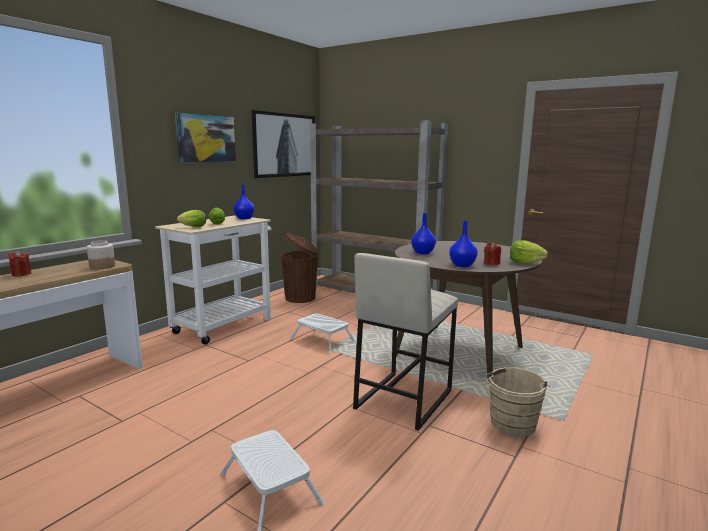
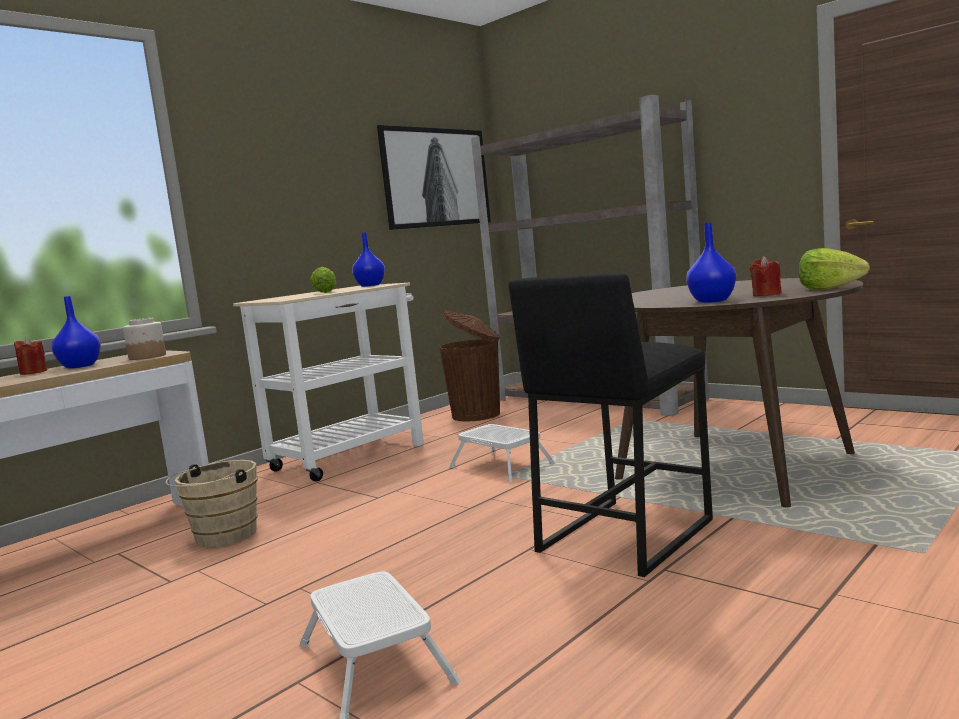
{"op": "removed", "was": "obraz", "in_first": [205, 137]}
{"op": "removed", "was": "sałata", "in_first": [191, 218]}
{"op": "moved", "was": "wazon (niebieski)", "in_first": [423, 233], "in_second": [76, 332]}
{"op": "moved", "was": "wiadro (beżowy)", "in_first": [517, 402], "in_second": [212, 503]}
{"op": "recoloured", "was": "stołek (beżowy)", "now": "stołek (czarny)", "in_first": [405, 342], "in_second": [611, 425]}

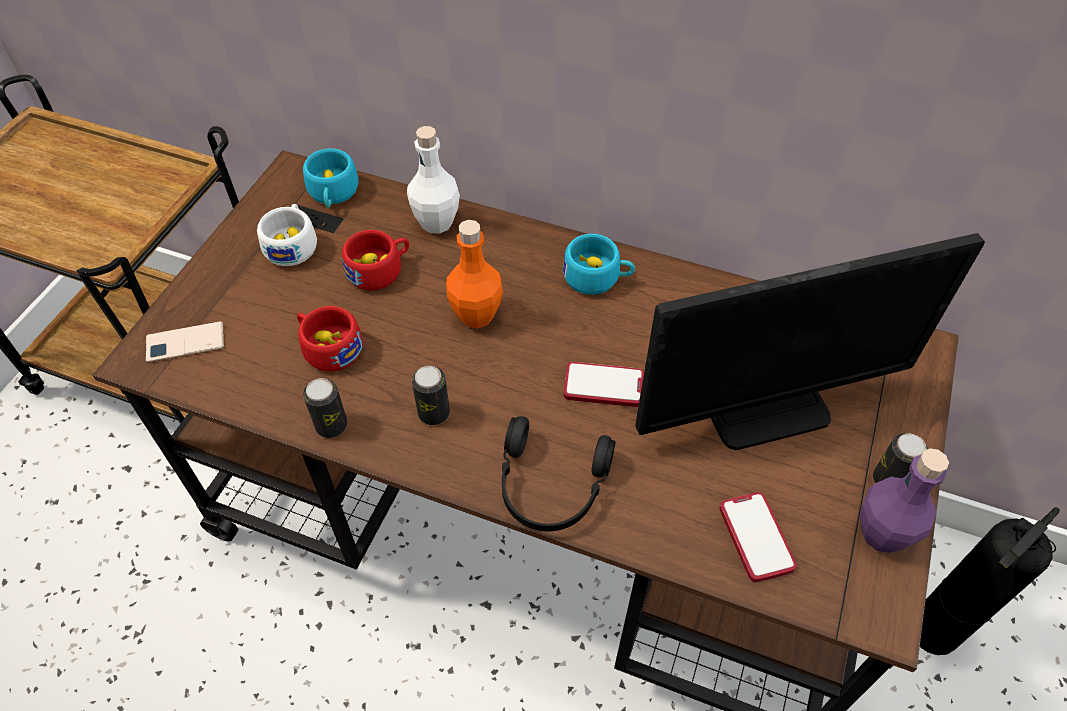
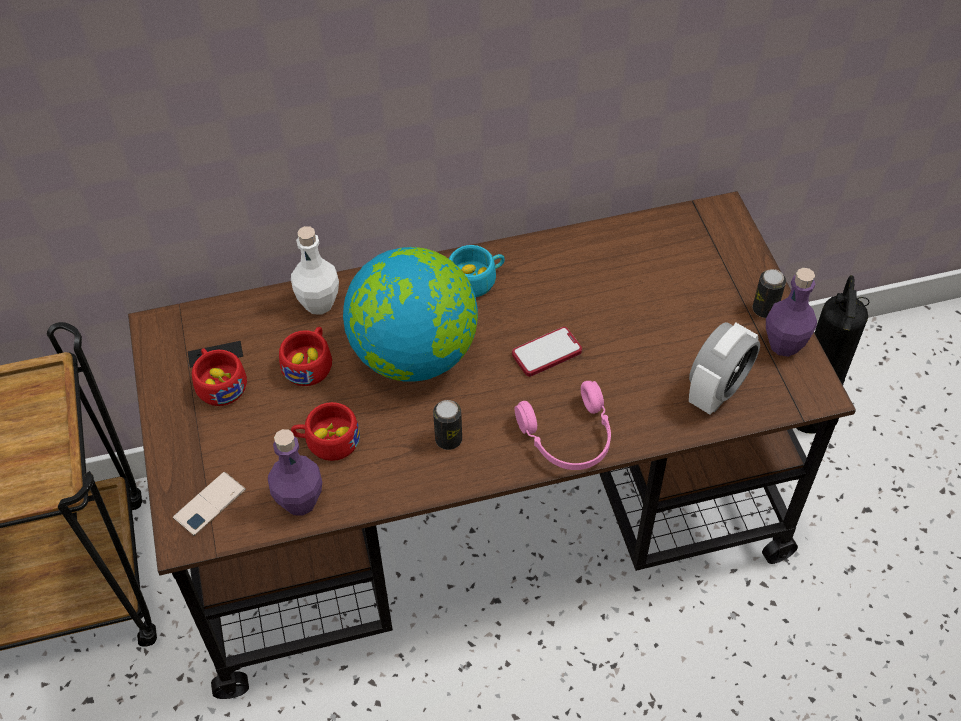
{"op": "removed", "was": "filiżanka (turkusowy)", "in_first": [331, 178]}
{"op": "removed", "was": "puszka", "in_first": [325, 408]}
{"op": "removed", "was": "monitor", "in_first": [810, 341]}
{"op": "added", "now": "butelka (fioletowy)", "in_second": [295, 472]}
{"op": "replaced", "was": "butelka (pomarańczowy)", "now": "globus", "in_first": [474, 274], "in_second": [410, 314]}
{"op": "replaced", "was": "telefon", "now": "budzik", "in_first": [758, 537], "in_second": [724, 368]}
{"op": "recoloured", "was": "filiżanka (biały)", "now": "filiżanka (czerwony)", "in_first": [287, 235], "in_second": [219, 377]}
{"op": "recoloured", "was": "słuchawki (czarny)", "now": "słuchawki (różowy)", "in_first": [559, 474], "in_second": [563, 425]}

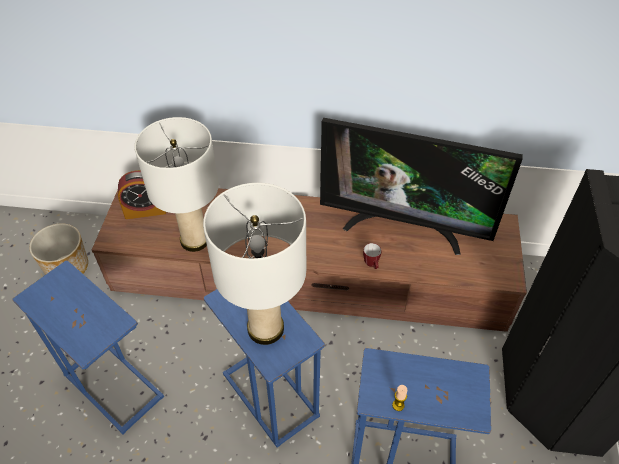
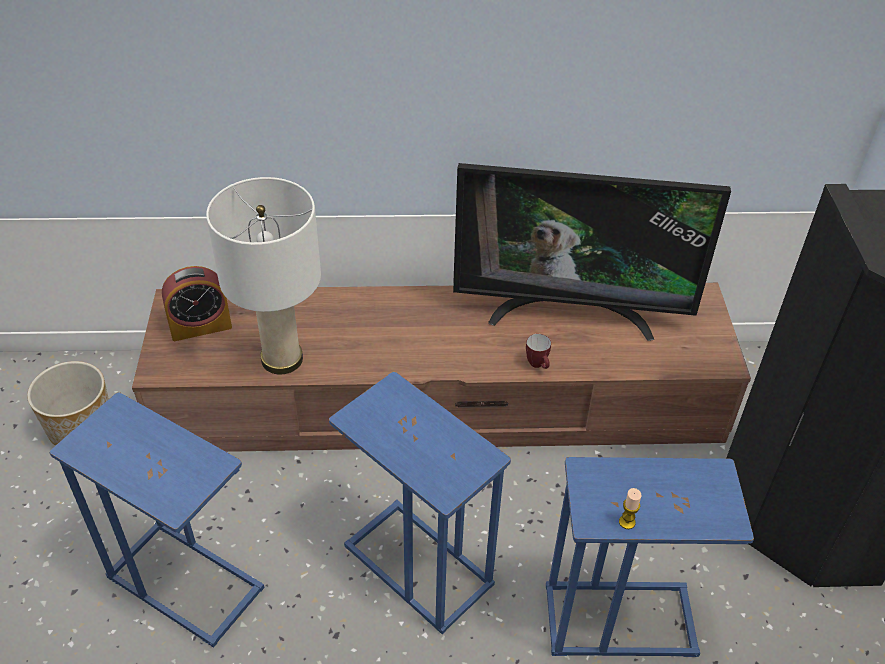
{"op": "removed", "was": "lampa stołowa (biały)", "in_first": [254, 264]}

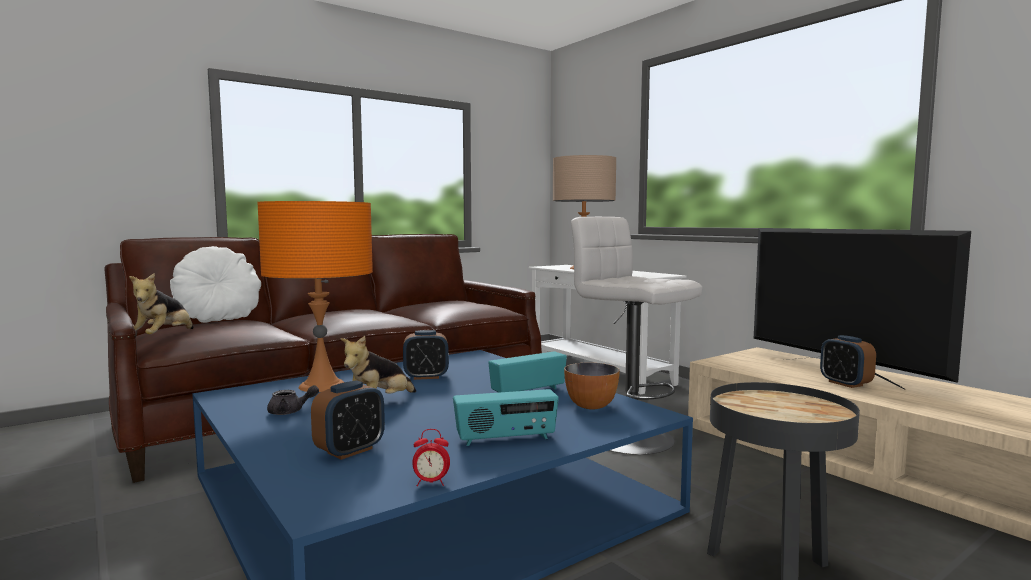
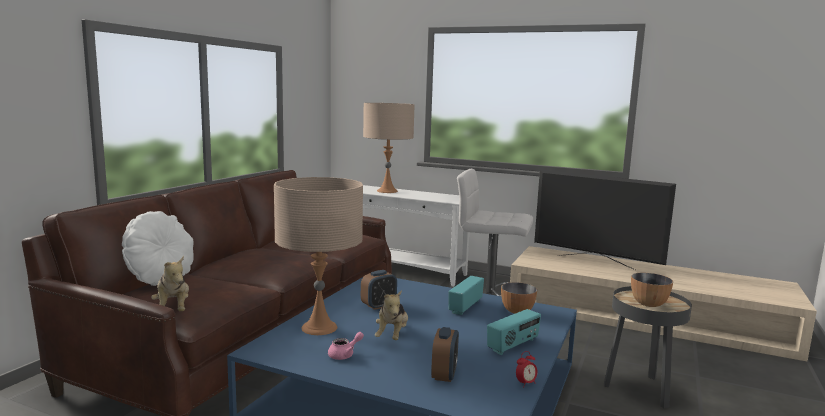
{"op": "removed", "was": "budzik", "in_first": [848, 361]}
{"op": "added", "now": "miska", "in_second": [652, 290]}
{"op": "recoloured", "was": "lampa stołowa (pomarańczowy)", "now": "lampa stołowa (beżowy)", "in_first": [315, 296], "in_second": [318, 256]}
{"op": "recoloured", "was": "imbryk (szary)", "now": "imbryk (różowy)", "in_first": [293, 400], "in_second": [346, 346]}

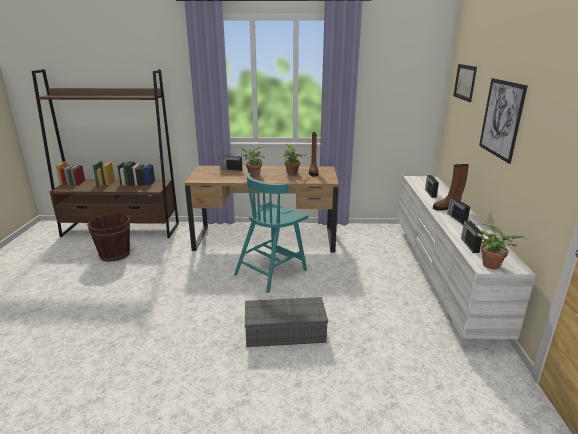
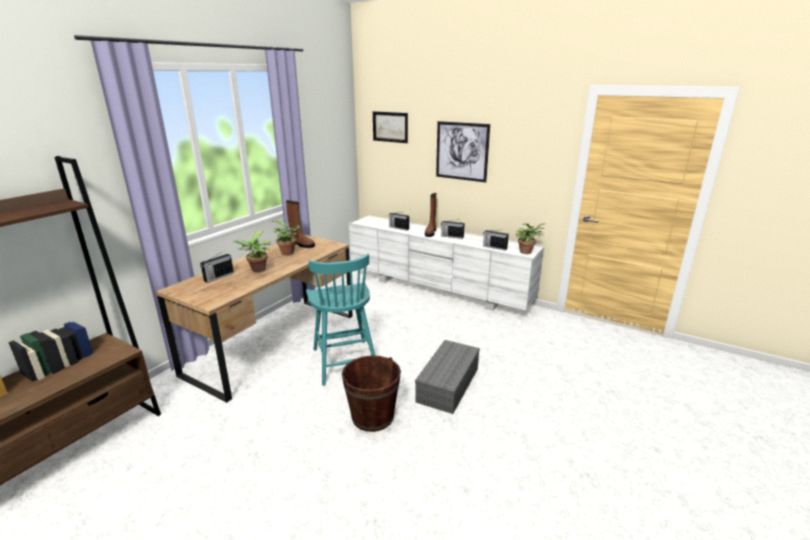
{"op": "moved", "was": "wiadro (brązowy)", "in_first": [108, 238], "in_second": [371, 393]}

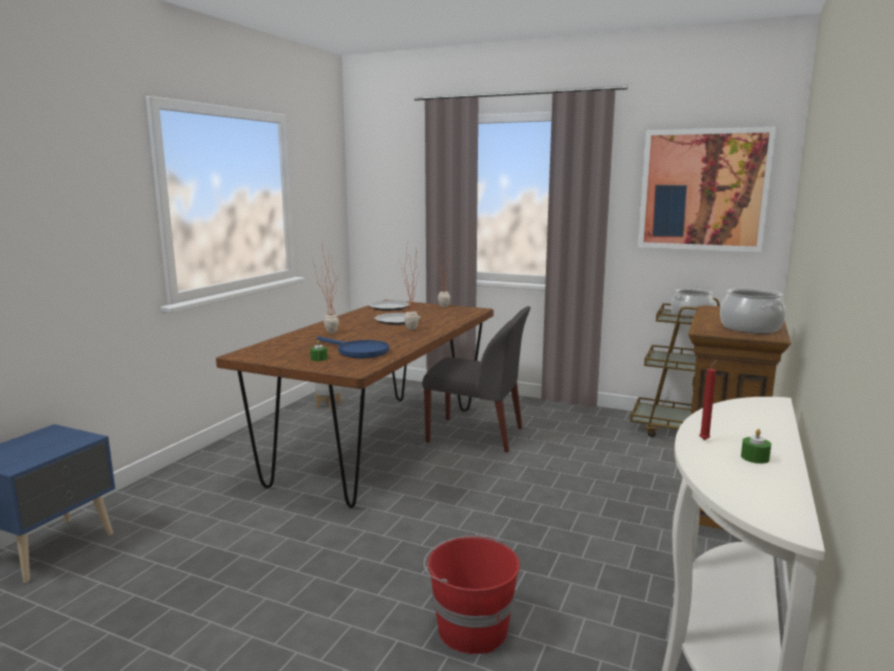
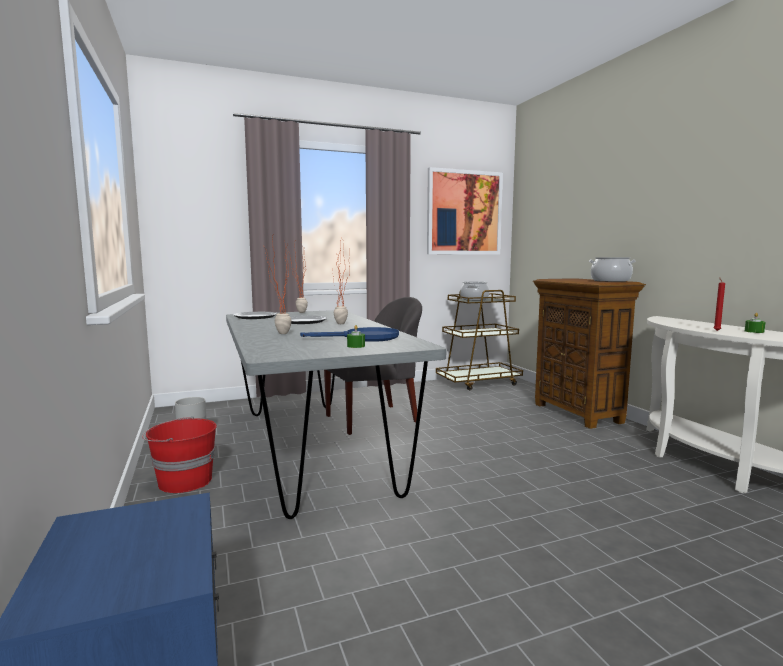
{"op": "moved", "was": "wiadro (czerwony)", "in_first": [472, 594], "in_second": [179, 454]}
{"op": "recoloured", "was": "stół jadalny (brązowy)", "now": "stół jadalny (szary)", "in_first": [354, 404], "in_second": [336, 414]}

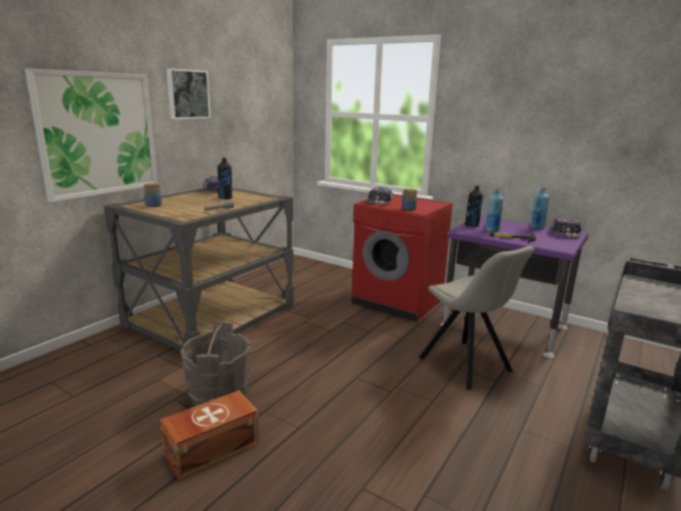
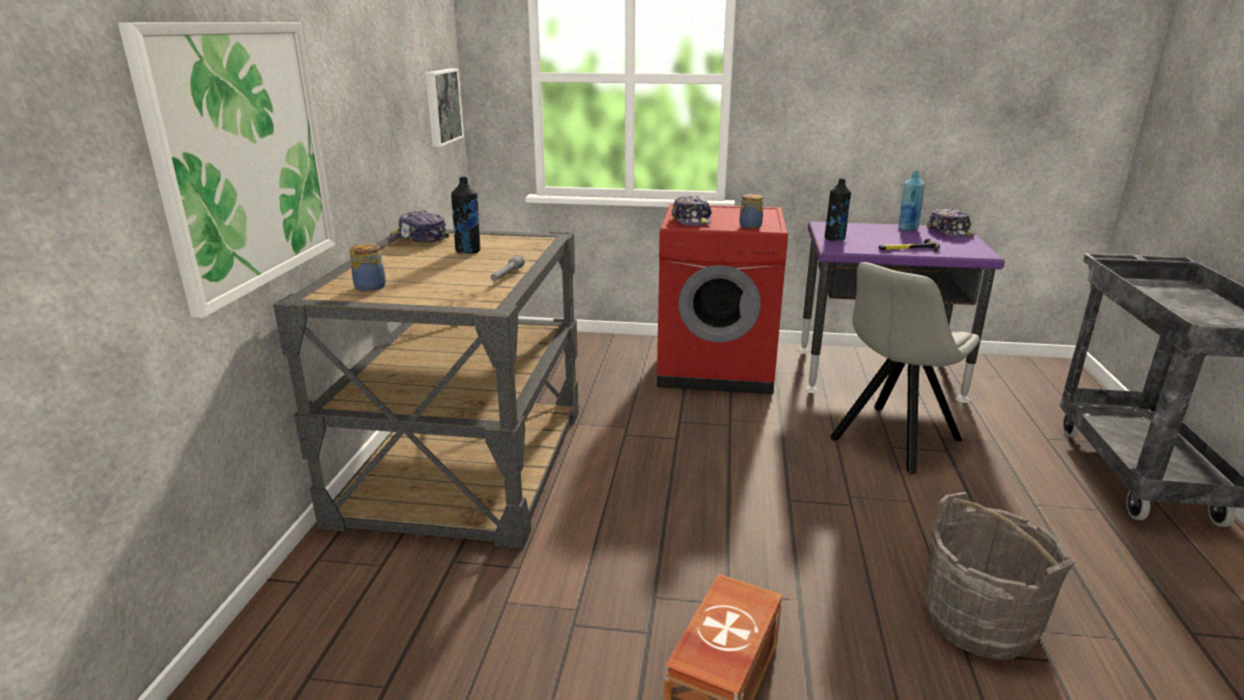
{"op": "removed", "was": "butelka (niebieski)", "in_first": [494, 210]}
{"op": "moved", "was": "obraz", "in_first": [188, 93], "in_second": [444, 107]}
{"op": "moved", "was": "wiadro (szary)", "in_first": [216, 364], "in_second": [1000, 576]}
{"op": "turned", "was": "krzesło (szary)", "in_first": [476, 318], "in_second": [905, 368], "clockwise": 105}

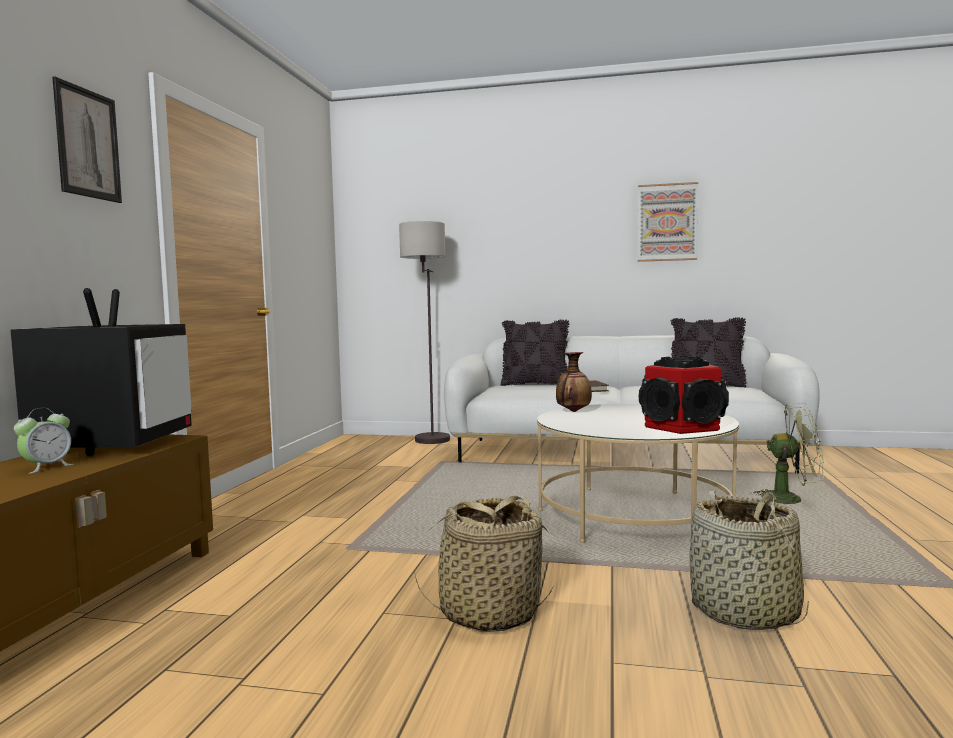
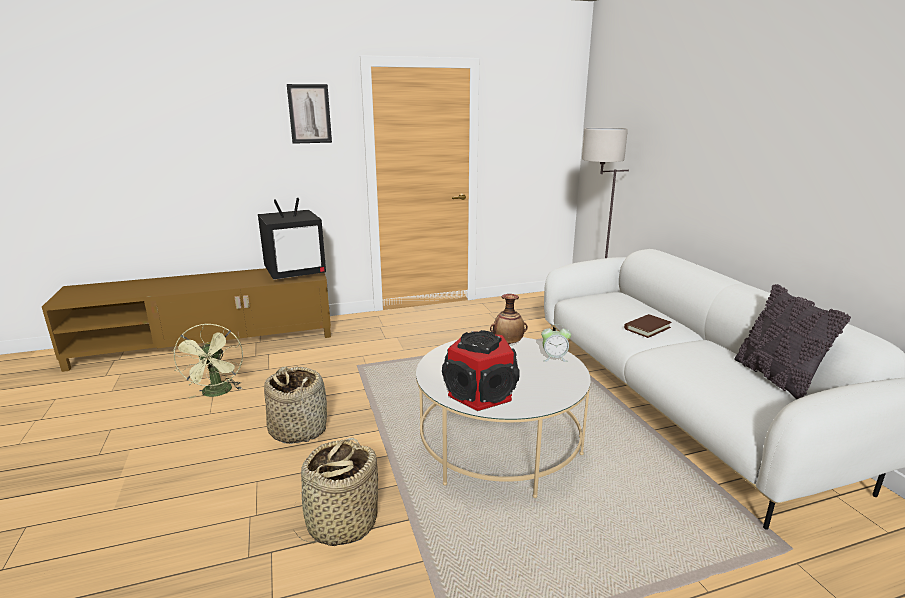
{"op": "removed", "was": "poduszka (czarny)", "in_first": [535, 353]}
{"op": "removed", "was": "obraz", "in_first": [668, 222]}
{"op": "moved", "was": "budzik", "in_first": [44, 441], "in_second": [556, 343]}
{"op": "moved", "was": "wentylator (zielony)", "in_first": [786, 454], "in_second": [207, 361]}

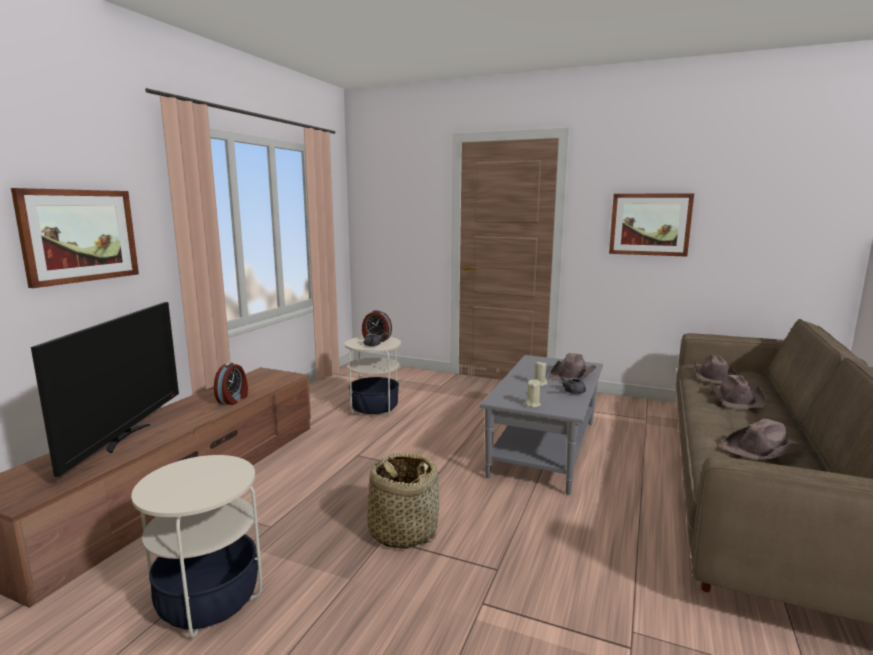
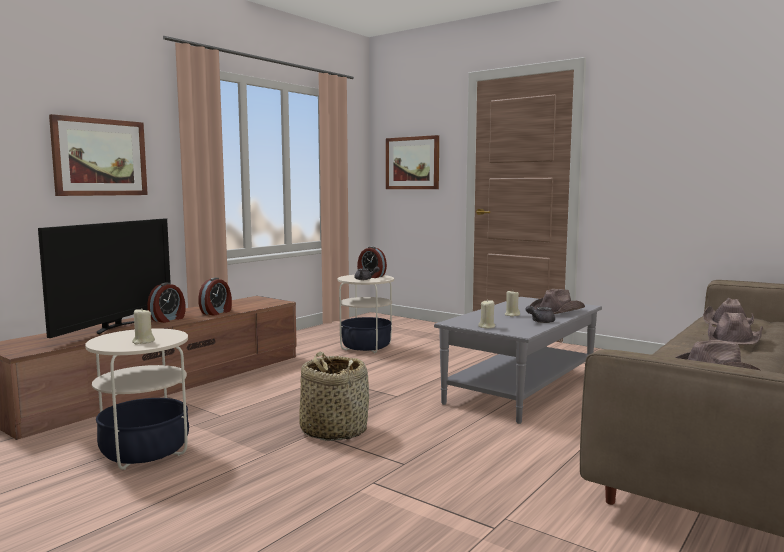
{"op": "added", "now": "świeca (beżowy)", "in_second": [143, 326]}
{"op": "added", "now": "budzik", "in_second": [166, 303]}
{"op": "moved", "was": "obraz", "in_first": [651, 225], "in_second": [412, 162]}

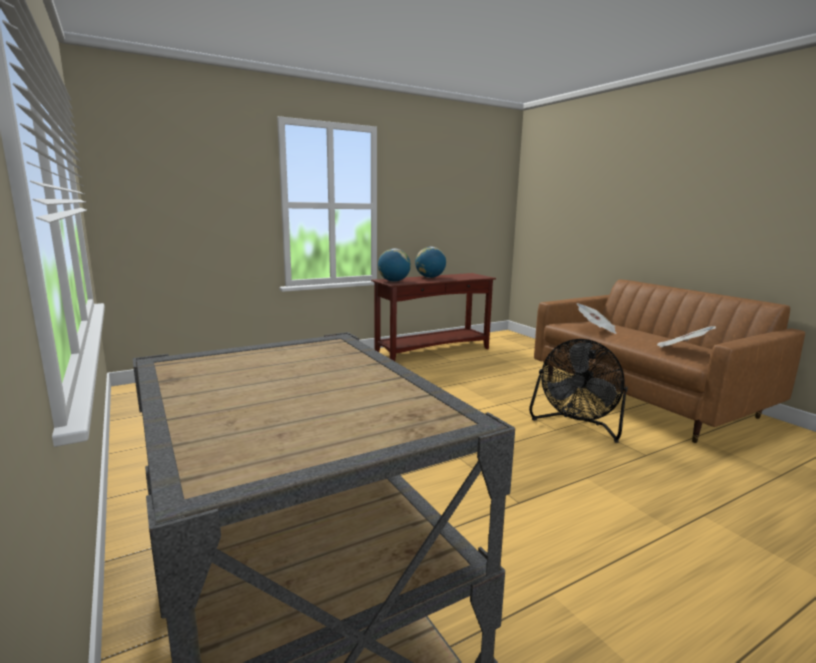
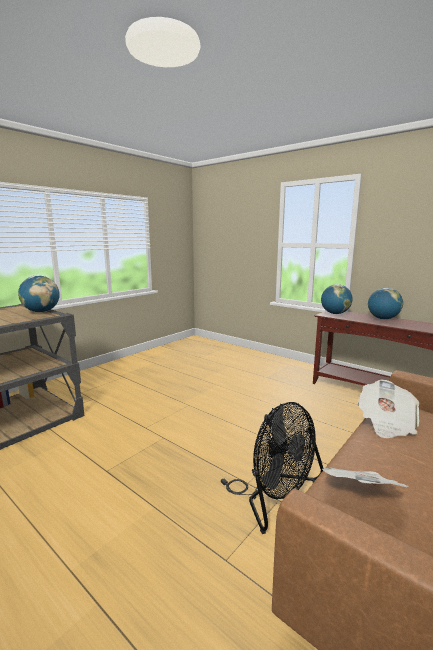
{"op": "added", "now": "globus", "in_second": [39, 293]}
{"op": "turned", "was": "wentylator (czarny)", "in_first": [578, 391], "in_second": [272, 468], "clockwise": -150}

